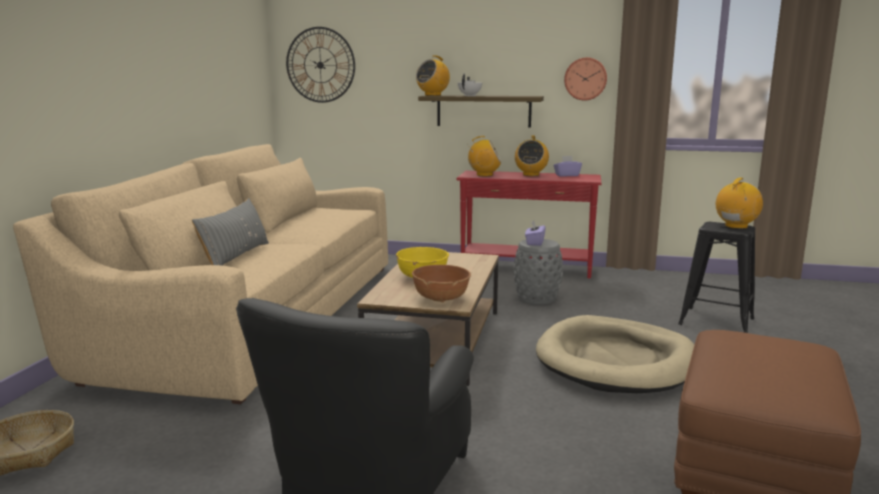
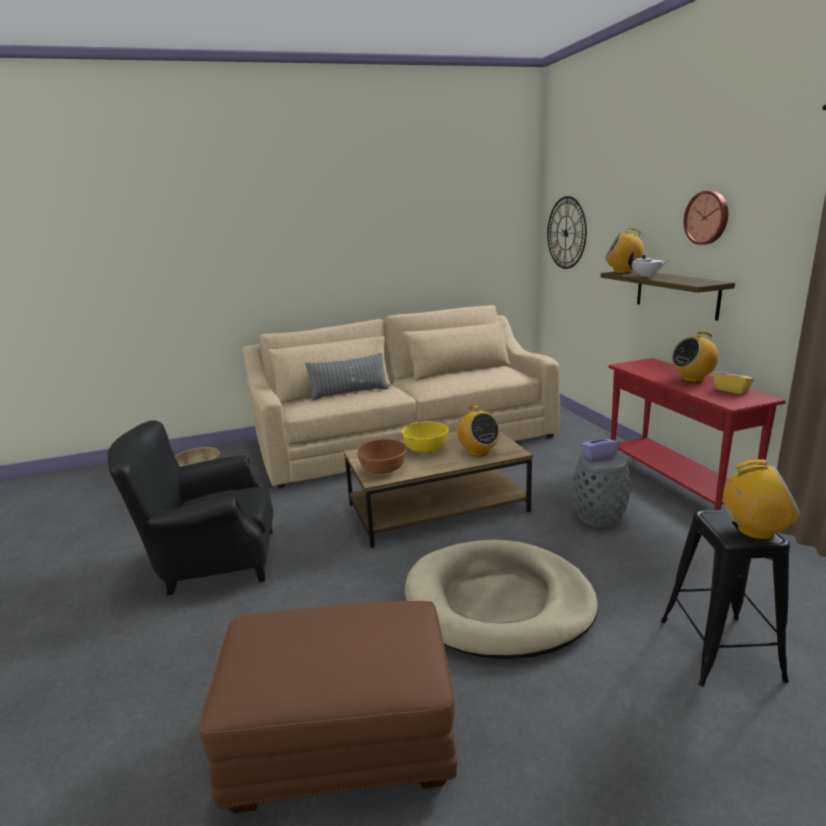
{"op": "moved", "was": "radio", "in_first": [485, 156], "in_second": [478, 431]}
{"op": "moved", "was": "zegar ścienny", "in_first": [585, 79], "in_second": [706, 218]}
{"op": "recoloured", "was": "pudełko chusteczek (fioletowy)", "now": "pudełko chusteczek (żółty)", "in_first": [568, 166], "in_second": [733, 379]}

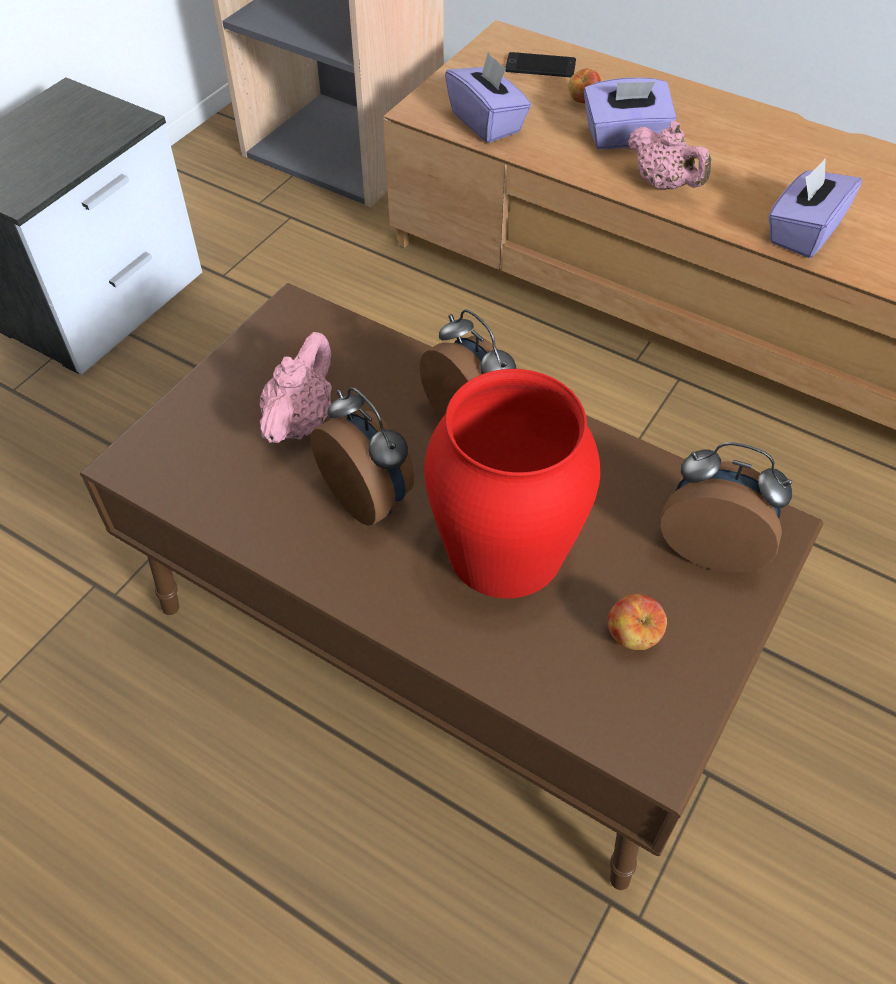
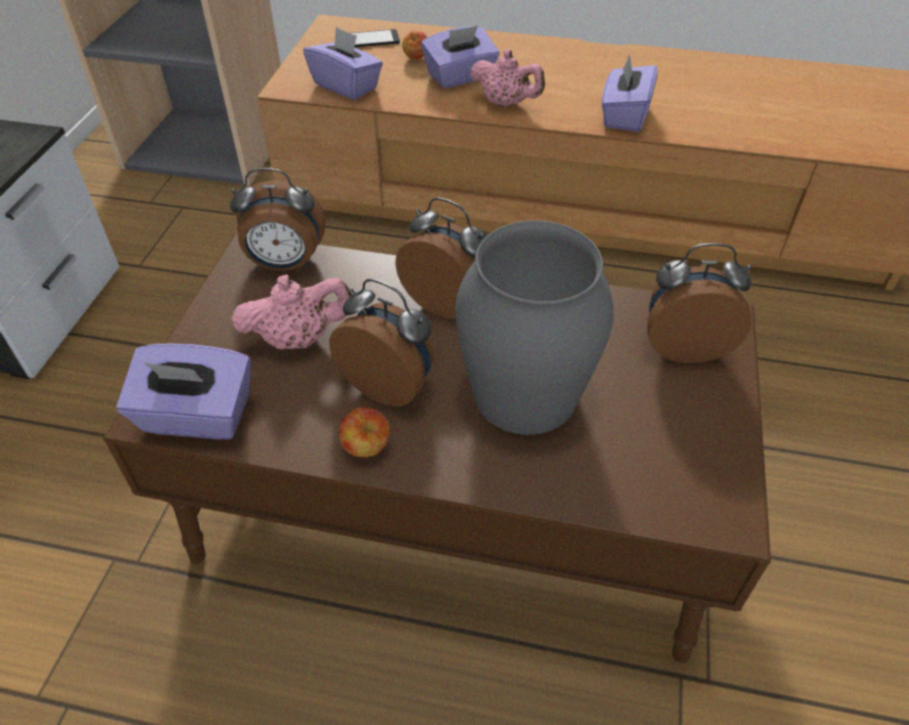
{"op": "added", "now": "pudełko chusteczek (fioletowy)", "in_second": [183, 391]}
{"op": "added", "now": "budzik", "in_second": [278, 219]}
{"op": "moved", "was": "jabłko", "in_first": [637, 622], "in_second": [364, 432]}
{"op": "recoloured", "was": "wazon (czerwony)", "now": "wazon (szary)", "in_first": [512, 483], "in_second": [534, 328]}
{"op": "turned", "was": "imbryk (różowy)", "in_first": [296, 387], "in_second": [291, 312], "clockwise": 75}

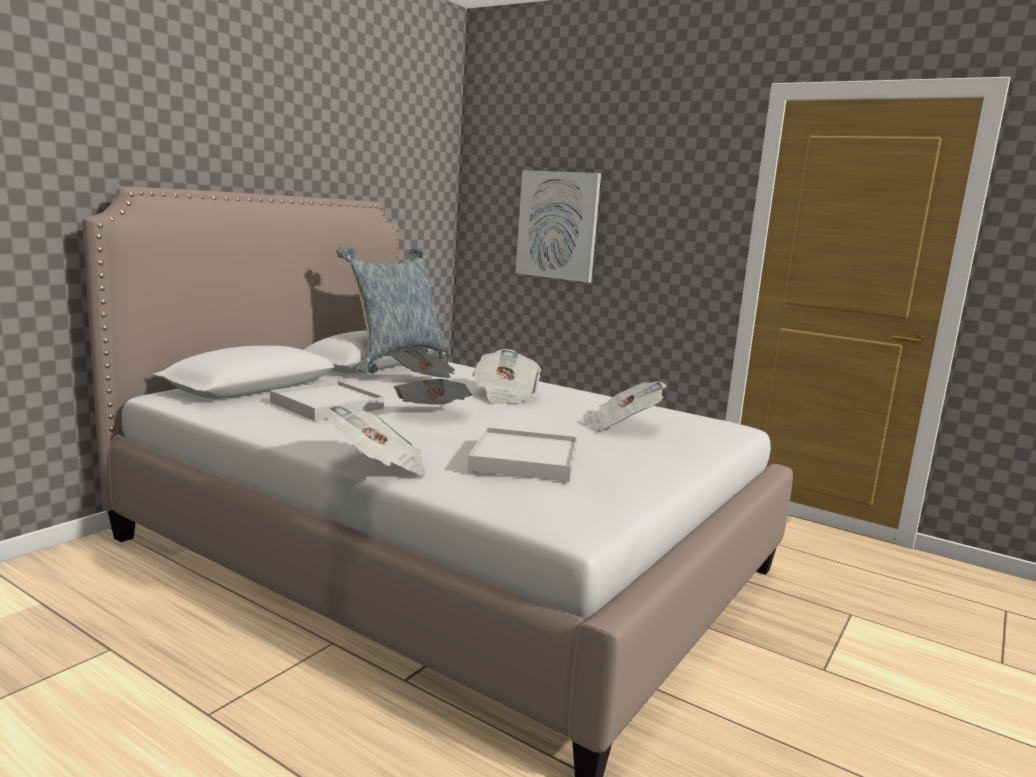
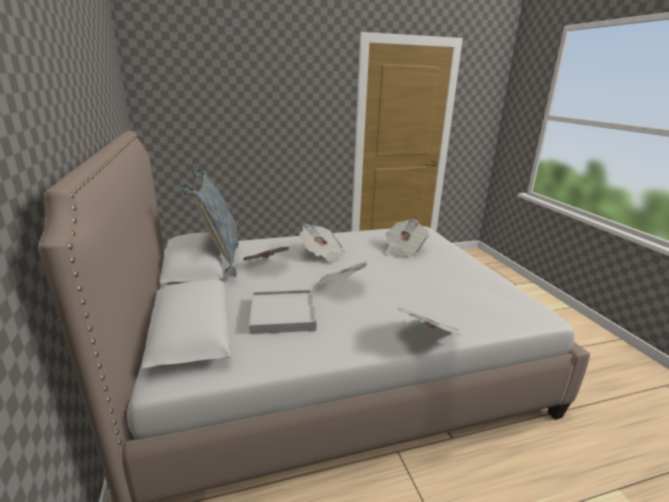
{"op": "removed", "was": "taca (biały)", "in_first": [522, 454]}
{"op": "removed", "was": "obraz", "in_first": [558, 226]}

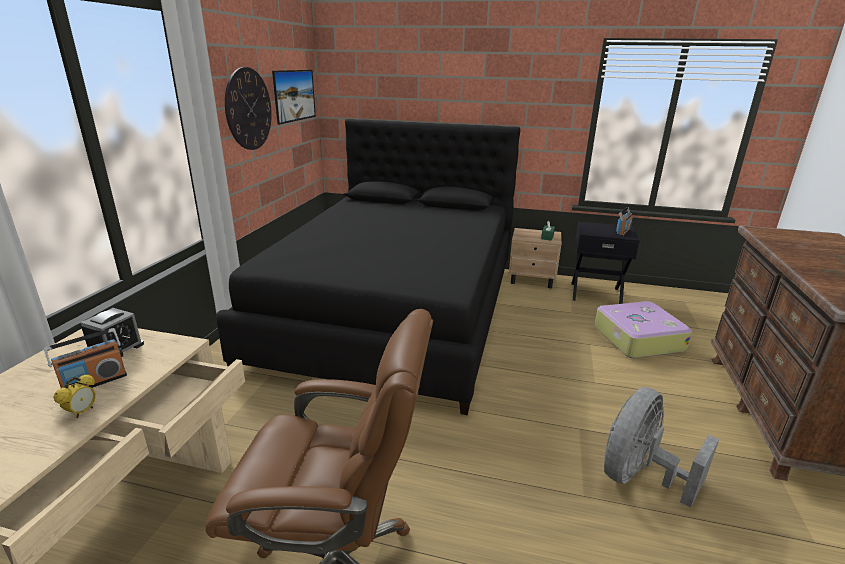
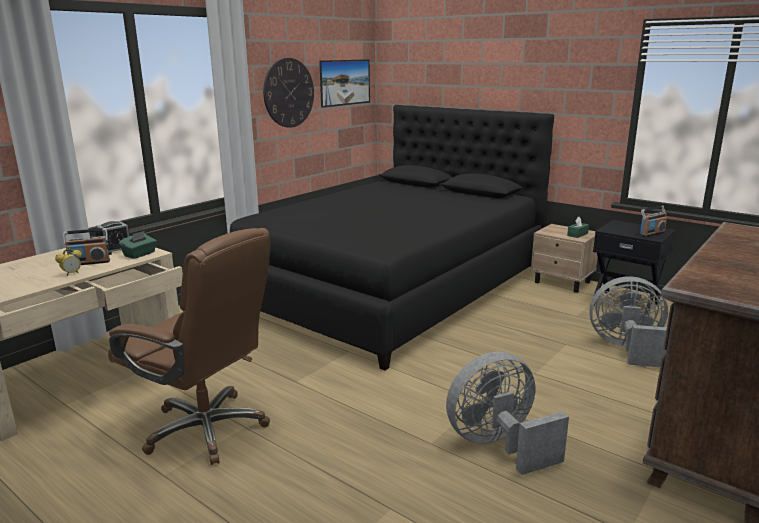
{"op": "added", "now": "pudełko chusteczek (zielony)", "in_second": [138, 245]}
{"op": "replaced", "was": "walizka", "now": "wentylator (szary)", "in_first": [643, 329], "in_second": [629, 321]}

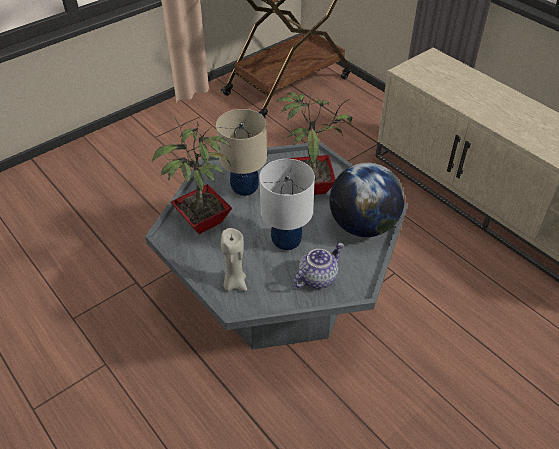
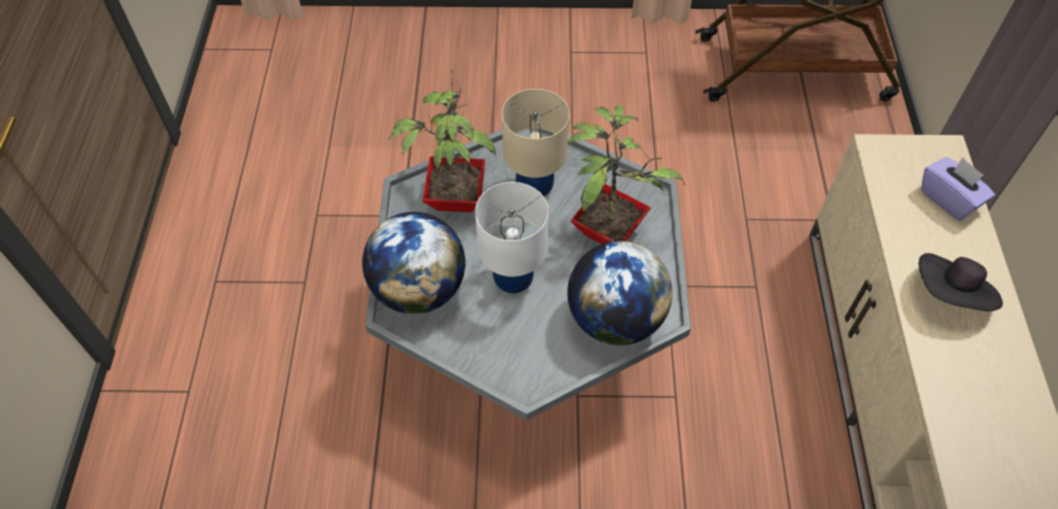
{"op": "removed", "was": "imbryk", "in_first": [318, 266]}
{"op": "added", "now": "kapelusz (czarny)", "in_second": [961, 282]}
{"op": "added", "now": "pudełko chusteczek (fioletowy)", "in_second": [958, 189]}
{"op": "replaced", "was": "świeca (beżowy)", "now": "globus", "in_first": [234, 259], "in_second": [413, 263]}

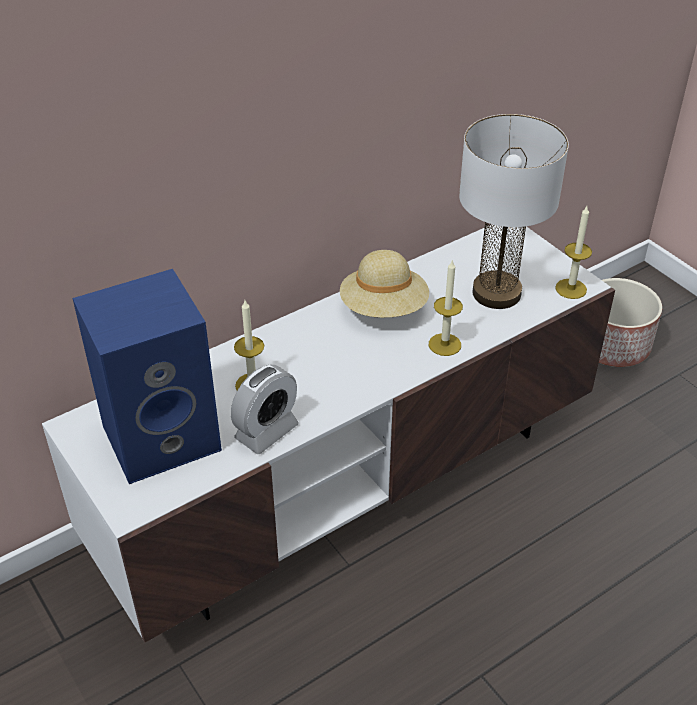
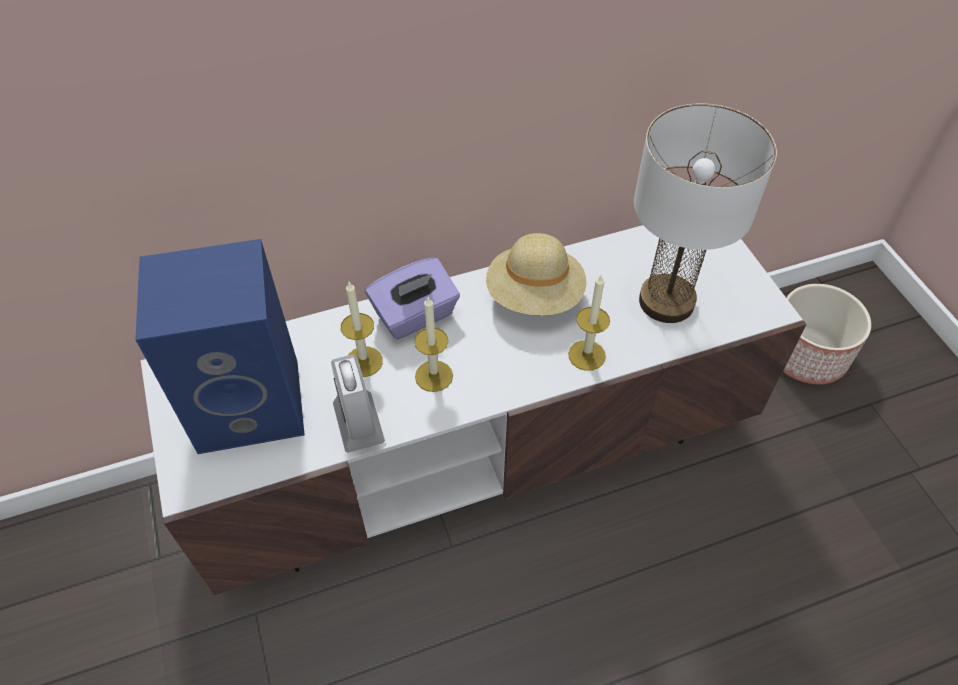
{"op": "added", "now": "pudełko chusteczek (fioletowy)", "in_second": [412, 298]}
{"op": "moved", "was": "świeca", "in_first": [573, 252], "in_second": [433, 344]}
{"op": "turned", "was": "budzik", "in_first": [264, 409], "in_second": [358, 403], "clockwise": 105}

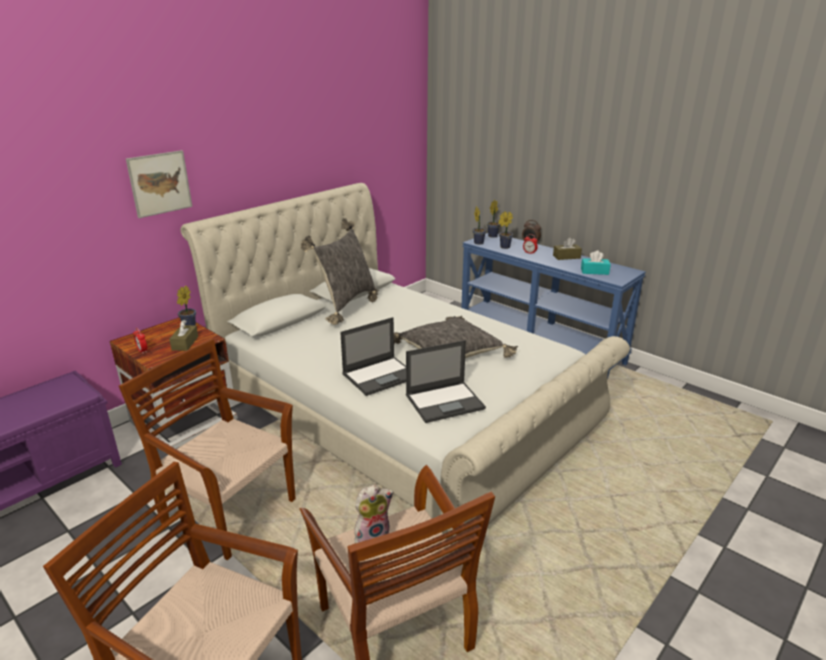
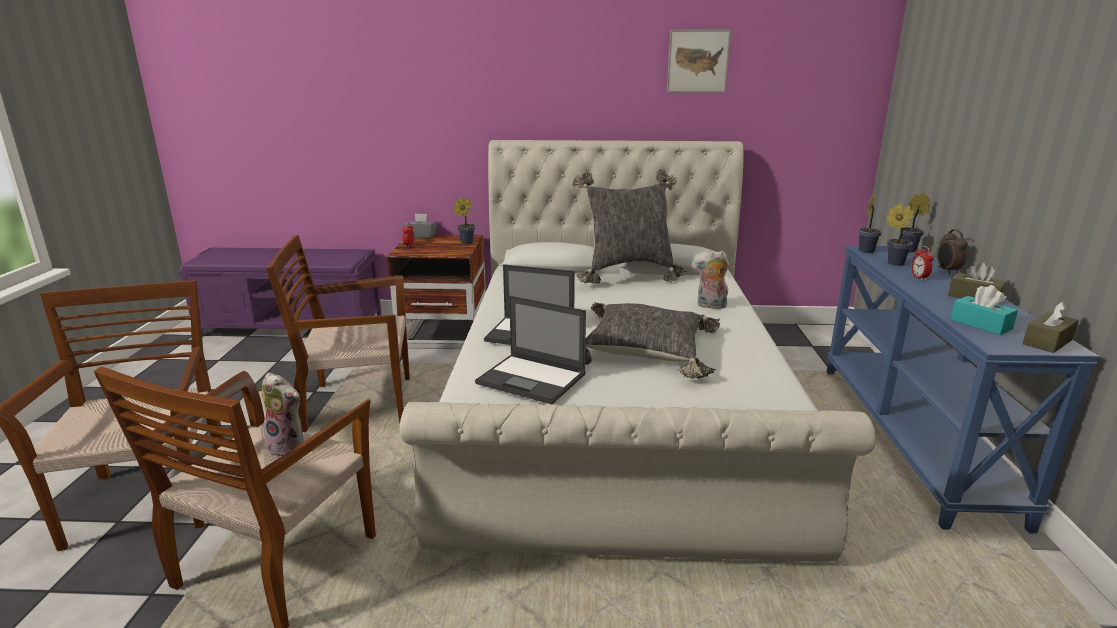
{"op": "added", "now": "pudełko chusteczek (szary)", "in_second": [420, 226]}
{"op": "added", "now": "pluszak", "in_second": [712, 280]}
{"op": "moved", "was": "obraz", "in_first": [159, 184], "in_second": [699, 61]}
{"op": "moved", "was": "pudełko chusteczek (brązowy)", "in_first": [183, 335], "in_second": [1050, 327]}
{"op": "turned", "was": "fotel (brązowy)", "in_first": [207, 449], "in_second": [338, 333], "clockwise": -90}

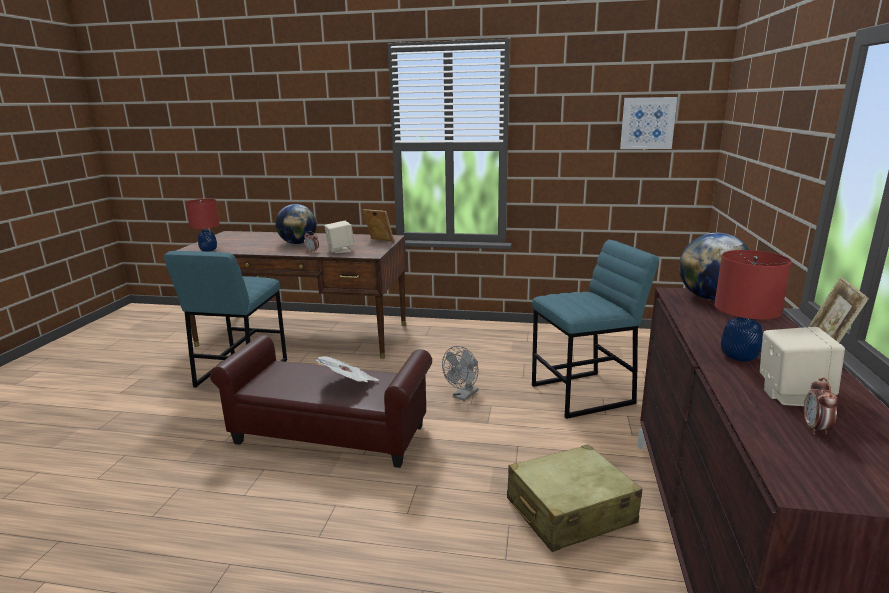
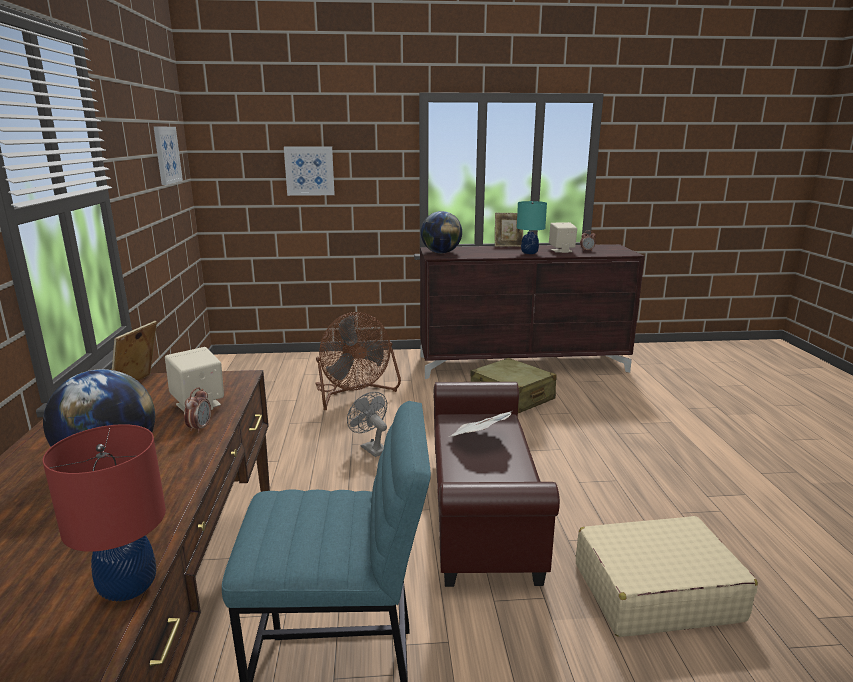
{"op": "added", "now": "obraz", "in_second": [309, 171]}
{"op": "added", "now": "walizka (beżowy)", "in_second": [667, 576]}
{"op": "replaced", "was": "stołek (niebieski)", "now": "wentylator (brązowy)", "in_first": [595, 329], "in_second": [358, 361]}
{"op": "recoloured", "was": "lampa stołowa (czerwony)", "now": "lampa stołowa (turkusowy)", "in_first": [753, 306], "in_second": [532, 227]}
{"op": "turned", "was": "wentylator (szary)", "in_first": [460, 373], "in_second": [367, 424], "clockwise": -150}

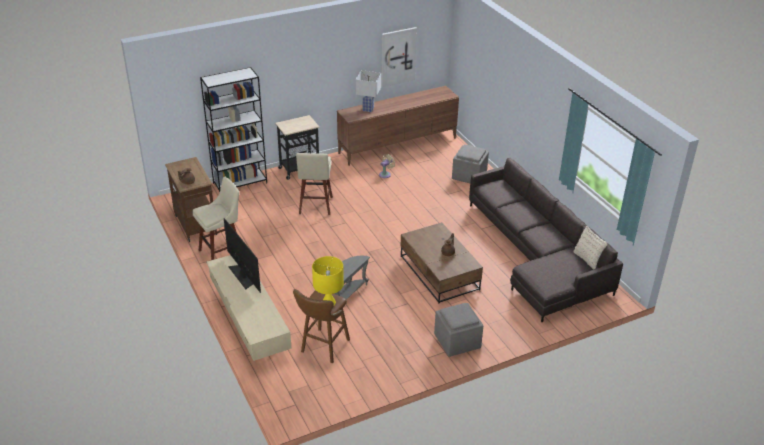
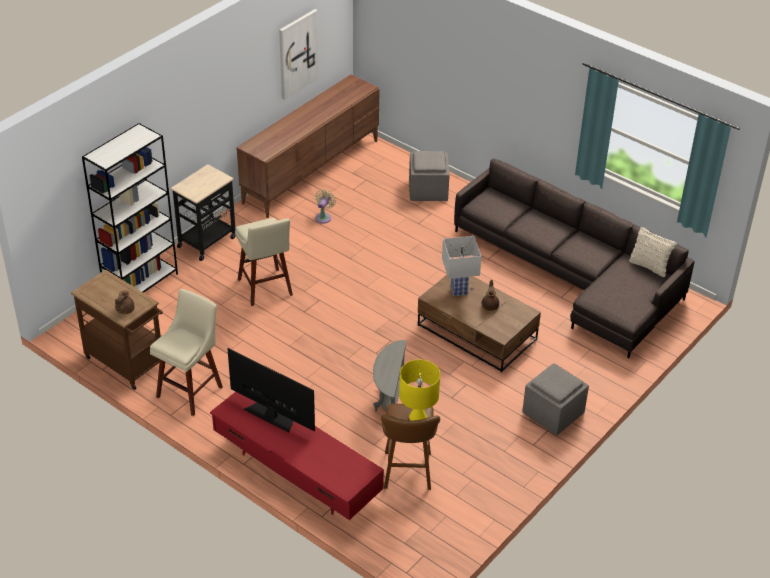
{"op": "moved", "was": "lampa stołowa (biały)", "in_first": [368, 91], "in_second": [462, 266]}
{"op": "recoloured", "was": "szafka pod telewizor (beżowy)", "now": "szafka pod telewizor (czerwony)", "in_first": [249, 308], "in_second": [297, 456]}

